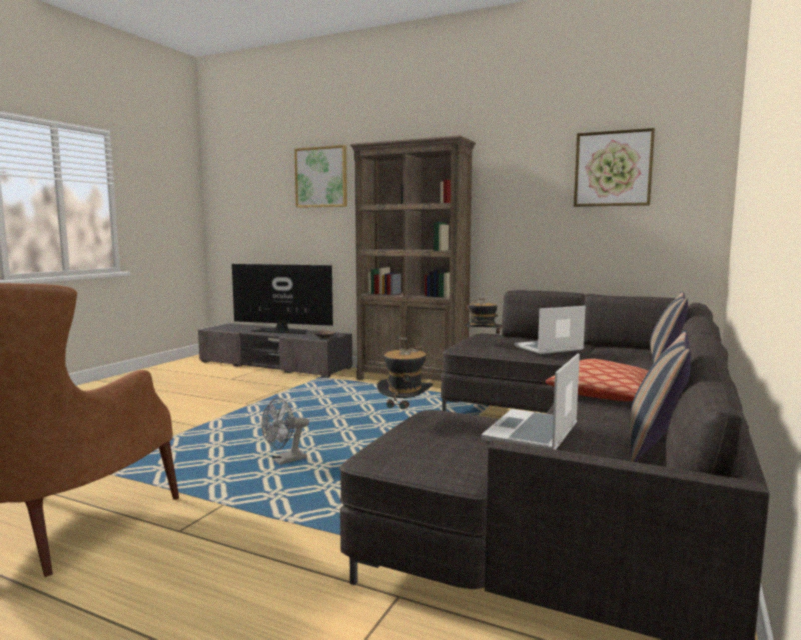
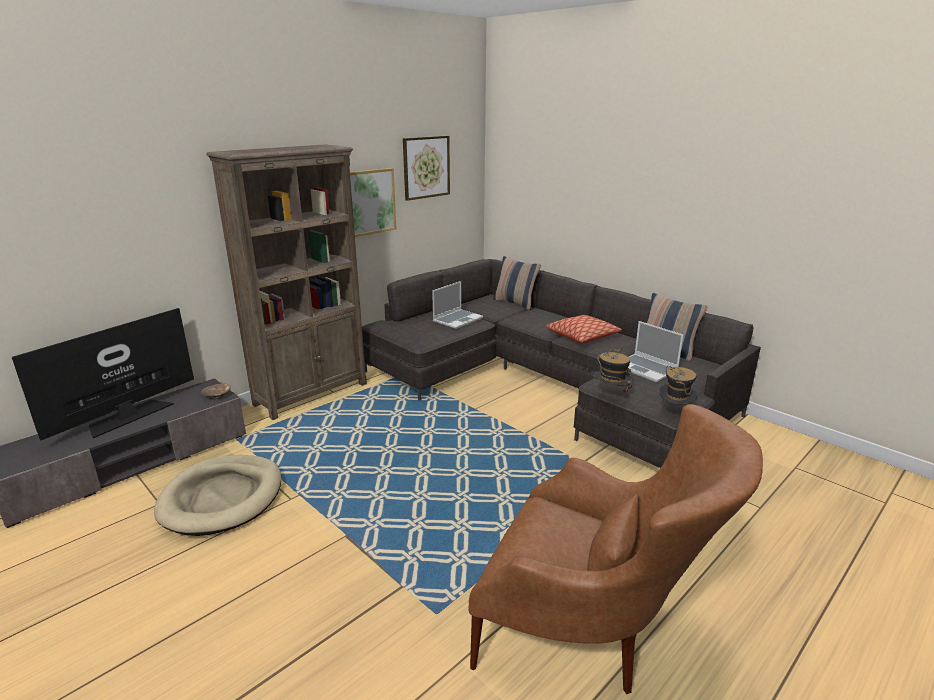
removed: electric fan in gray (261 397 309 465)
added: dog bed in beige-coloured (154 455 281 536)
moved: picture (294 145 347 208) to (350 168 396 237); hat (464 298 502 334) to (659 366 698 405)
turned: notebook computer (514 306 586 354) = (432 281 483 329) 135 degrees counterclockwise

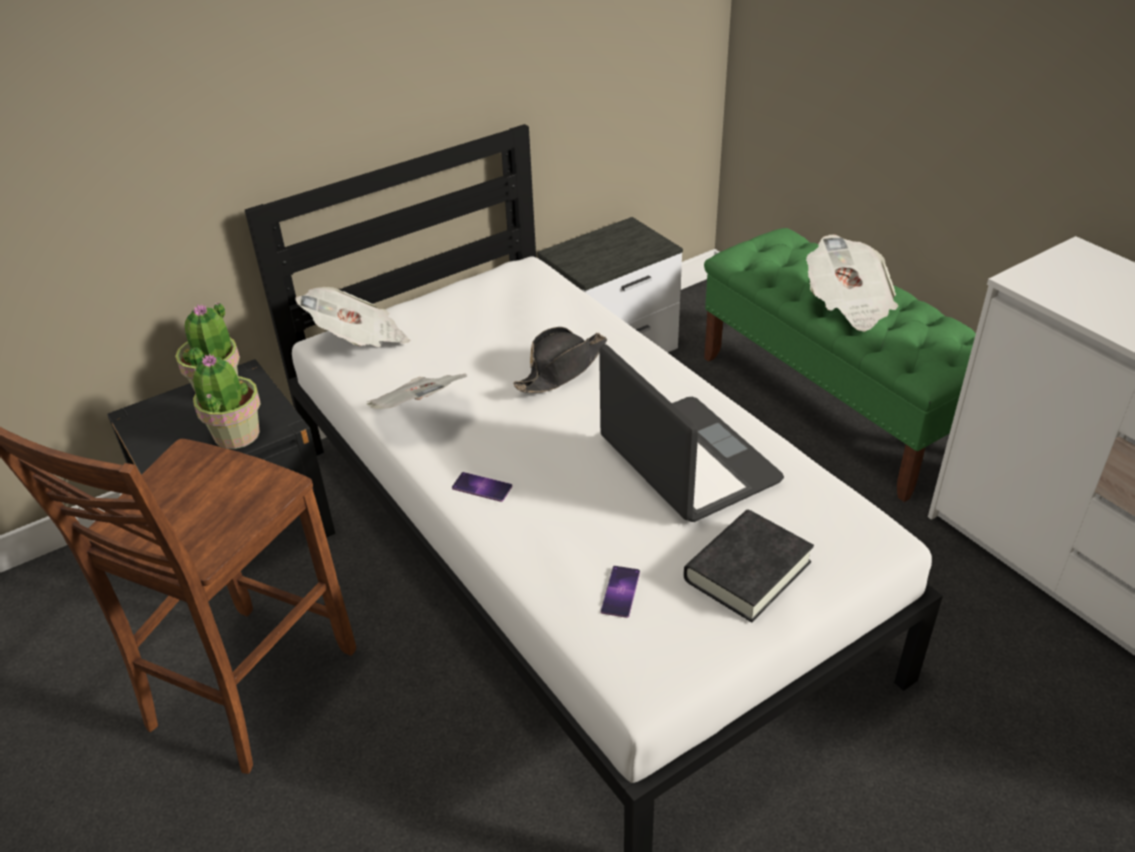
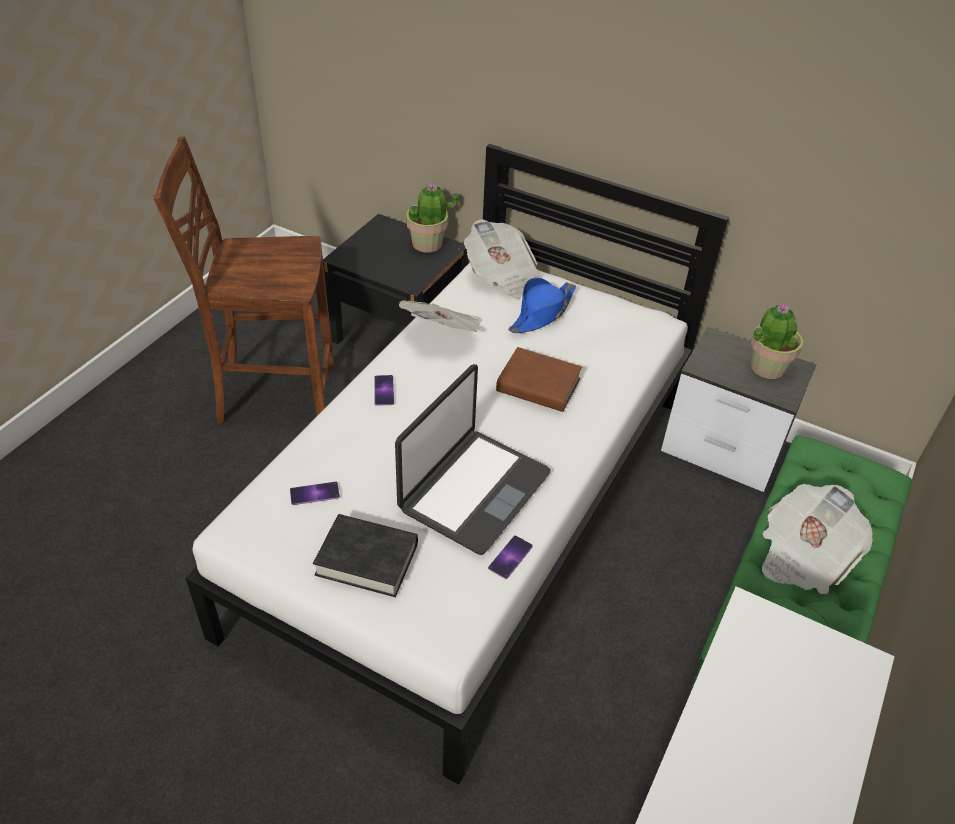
added: telephone (488 535 533 579); hat in blue (508 278 576 333)
moved: houseplant (193 353 261 449) to (751 304 803 379)
replaced: hat in black (513 327 607 393) to bound book in brown-coloured (496 347 582 412)

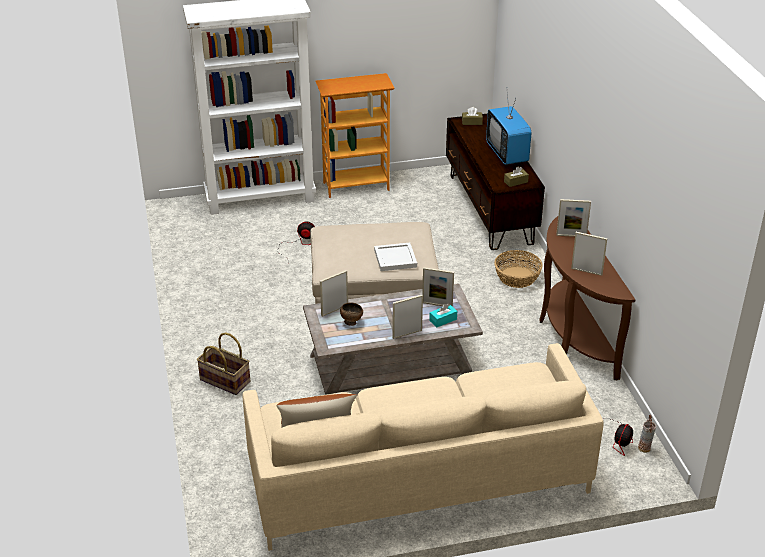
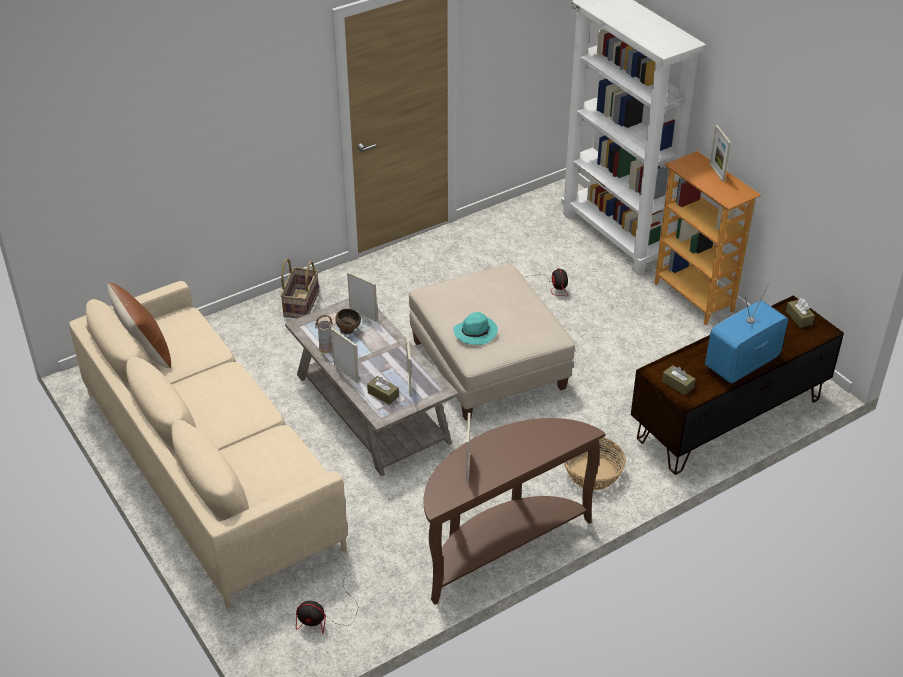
moved: standing frame (556 199 591 237) to (710 125 731 182); decorative vase (638 415 656 453) to (315 315 333 353)
replaced: carrying tray in whitish (374 242 417 271) to hat in turquoise (453 312 498 345)
recoloured: tissue box in turquoise (429 303 457 327) to tissue box in brown-coloured (367 376 399 405)

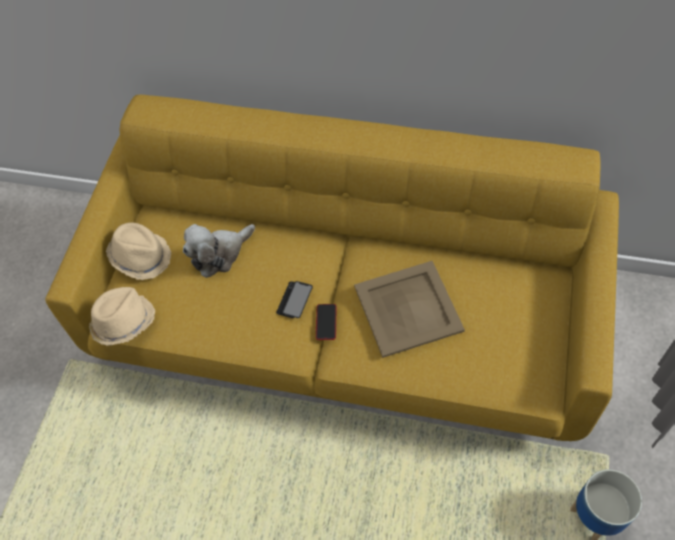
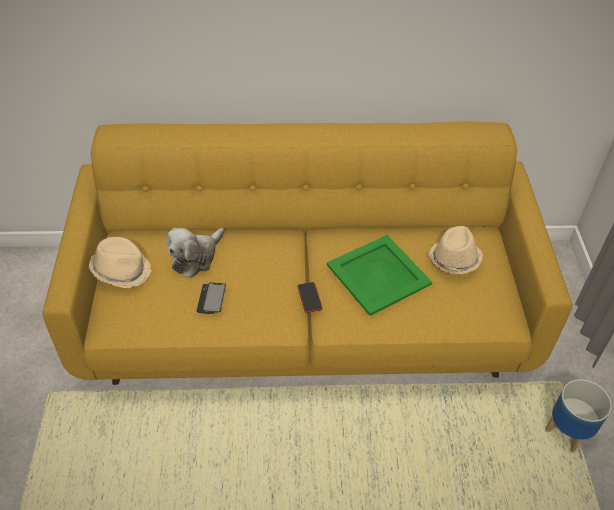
moved: hat in beige-coloured (89 287 155 346) to (428 226 483 274); telephone (276 281 313 318) to (196 282 226 314)
recoloured: carrying tray in beige-coloured (354 261 465 358) to carrying tray in green-coloured (327 235 432 316)

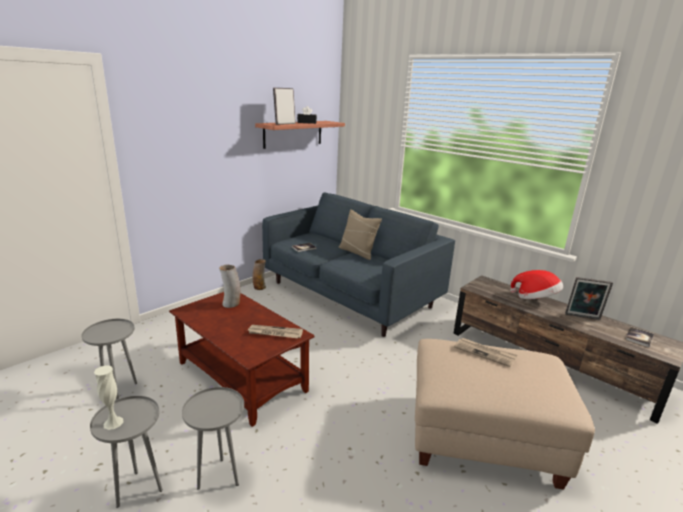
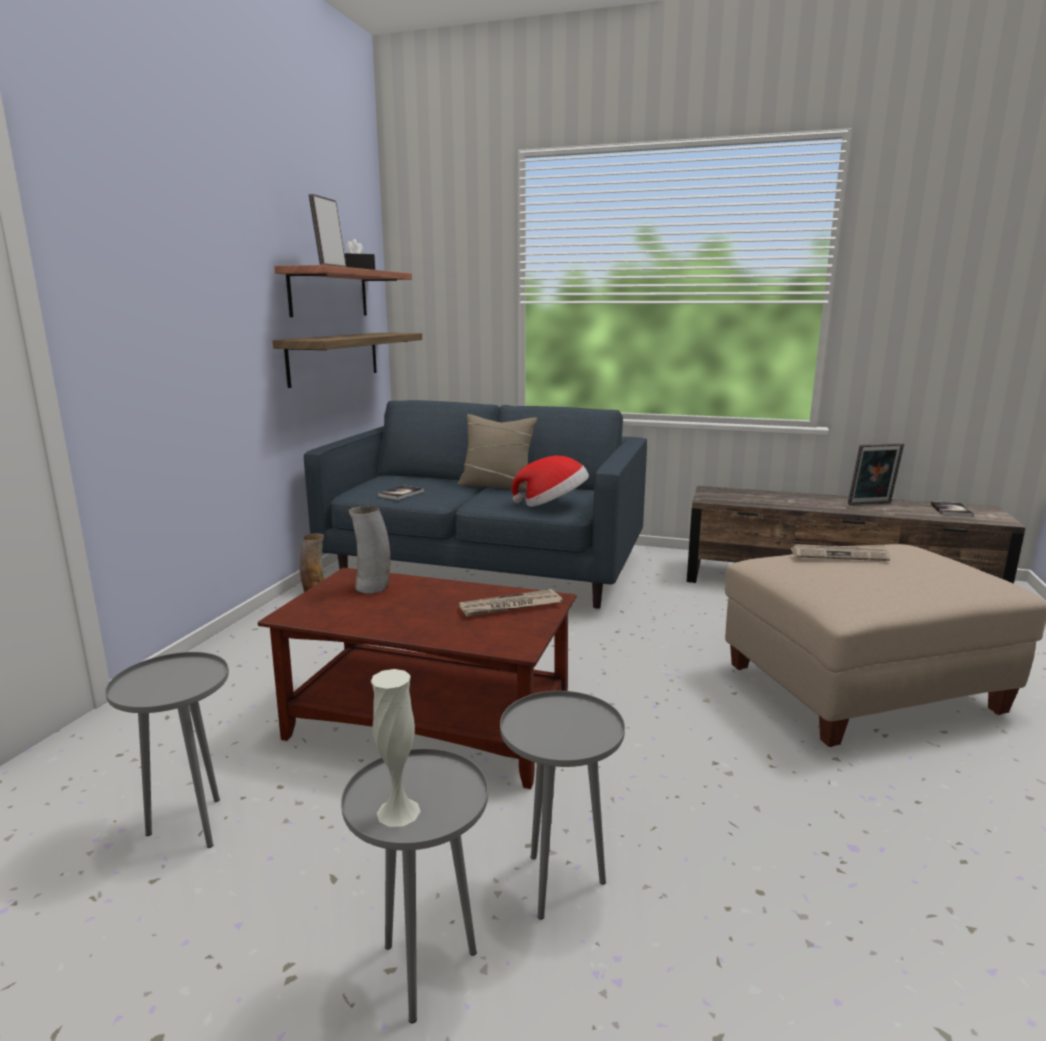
added: bracket shelf (272 333 422 388)
moved: hat (510 270 563 299) to (511 456 589 507)

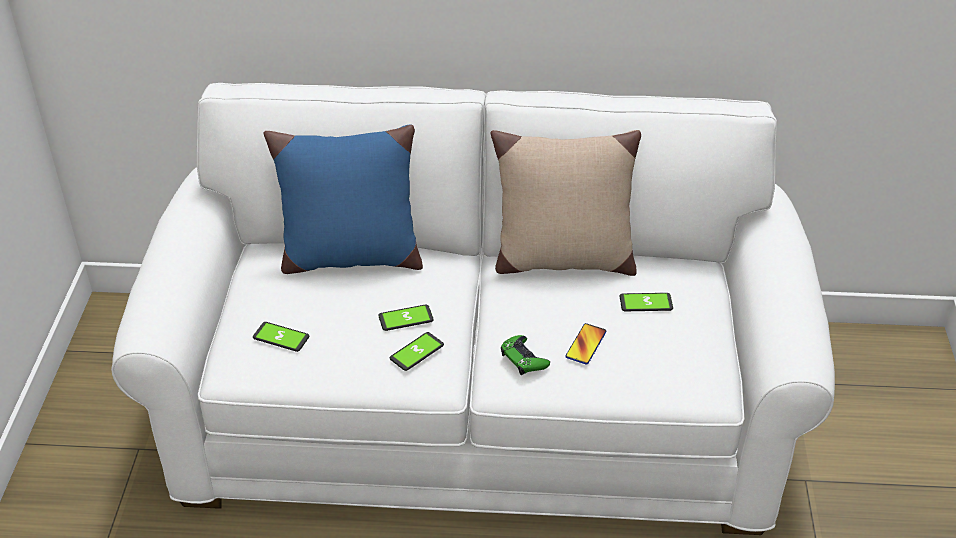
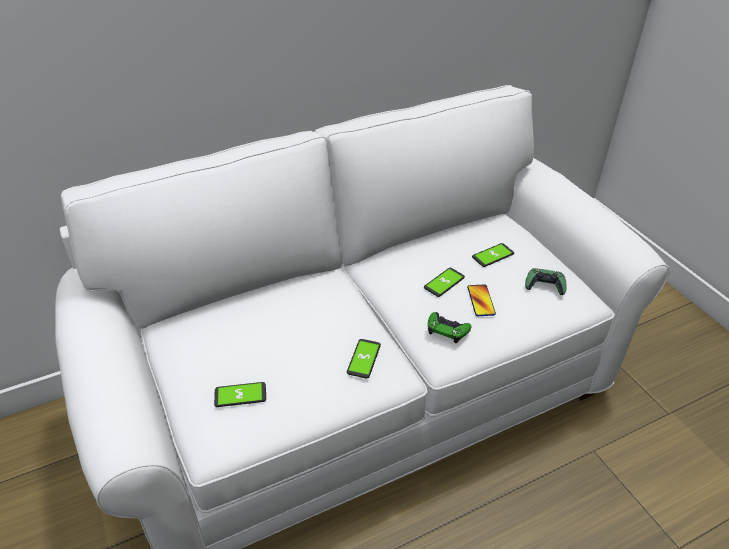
removed: cushion in blue (264 124 423 274); cushion in beige-coloured (491 130 641 276)
added: game controller in green-coloured (525 268 567 295)
moved: telephone (378 305 434 331) to (424 268 465 297)

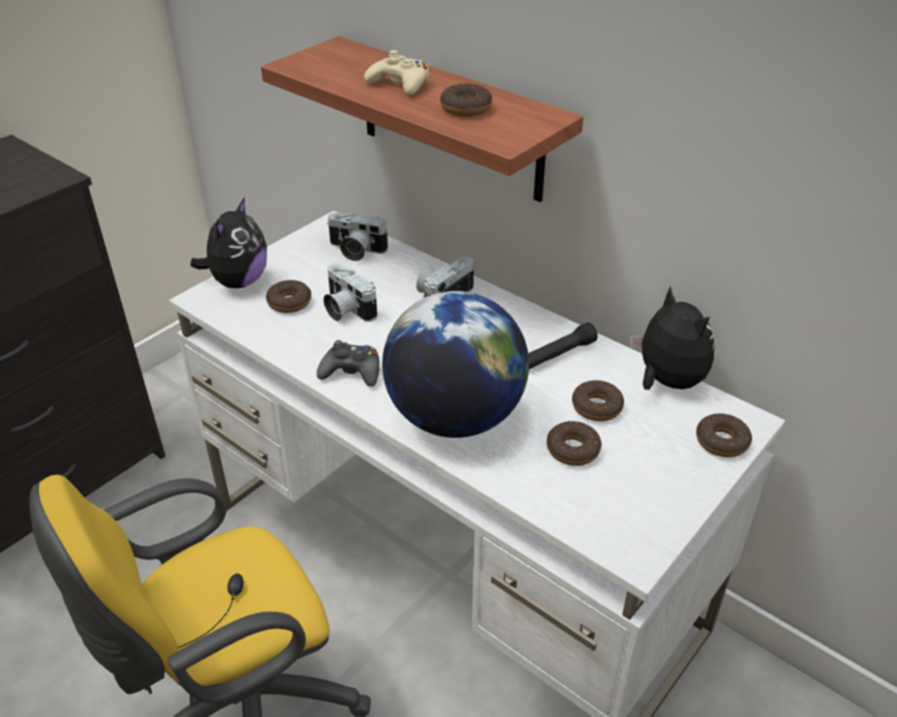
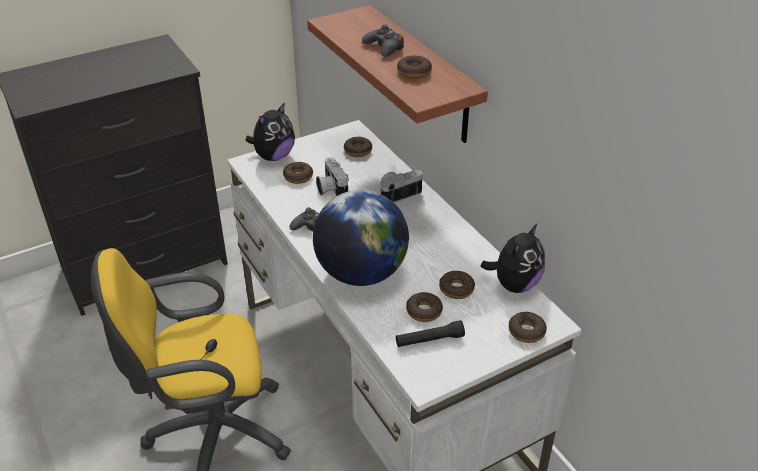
moved: hand torch in black (528 322 598 369) to (396 320 465 347)
replaced: still camera (327 213 389 261) to ring doughnut (344 137 372 157)
recoloured: game controller in beige-coloured (364 50 429 95) to game controller in black (362 24 404 57)
turned: plush toy (630 286 715 390) = (481 224 545 293) 45 degrees clockwise

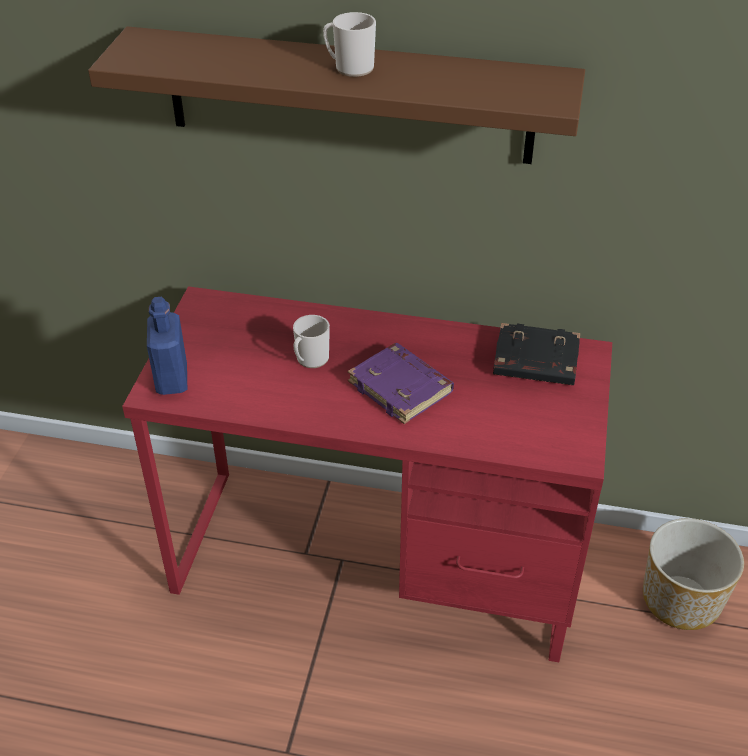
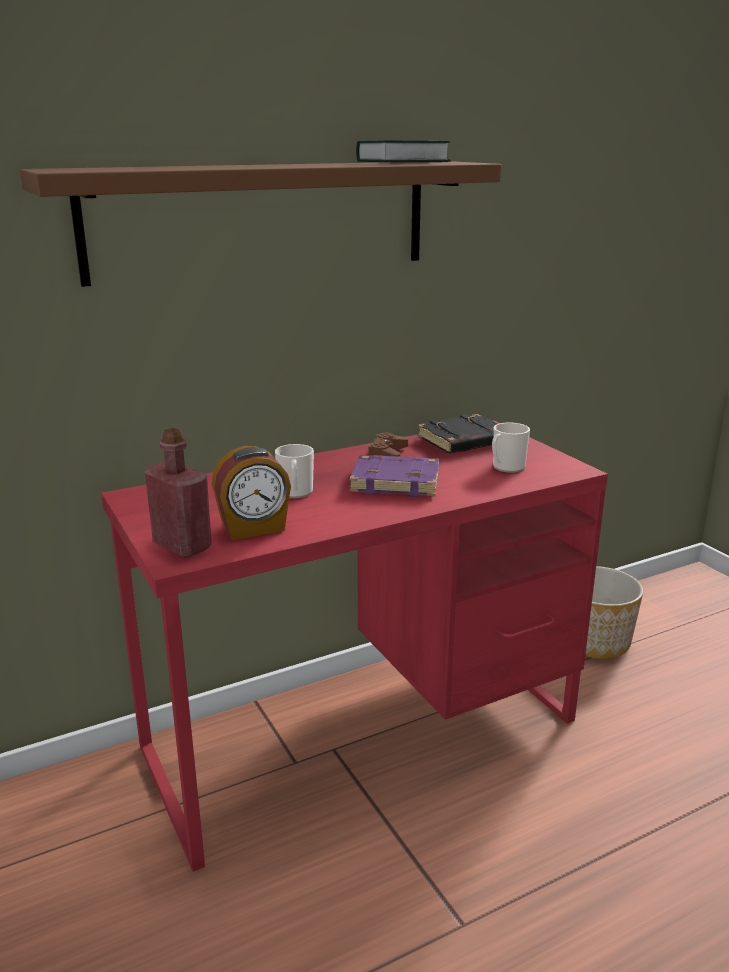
added: bedside clock (212 446 291 540); bound book (356 140 451 162); game controller in brown-coloured (368 433 408 457)
moved: mug (323 12 376 77) to (492 423 530 473)
recoloured: drink bottle in blue (147 297 187 395) to drink bottle in reddish (145 428 212 558)

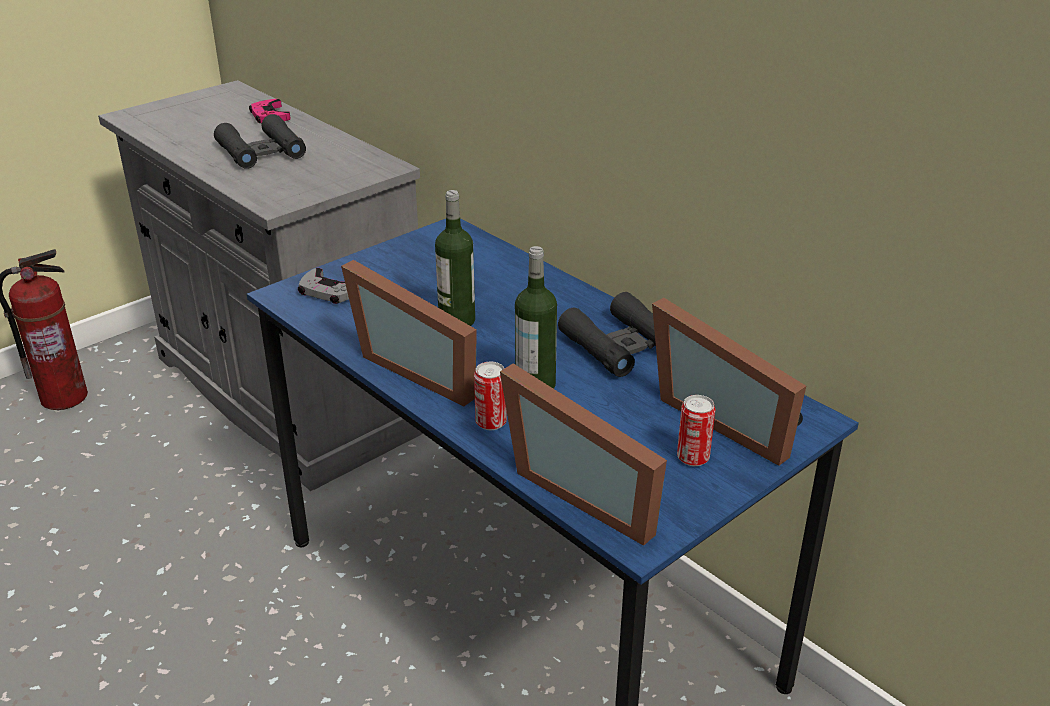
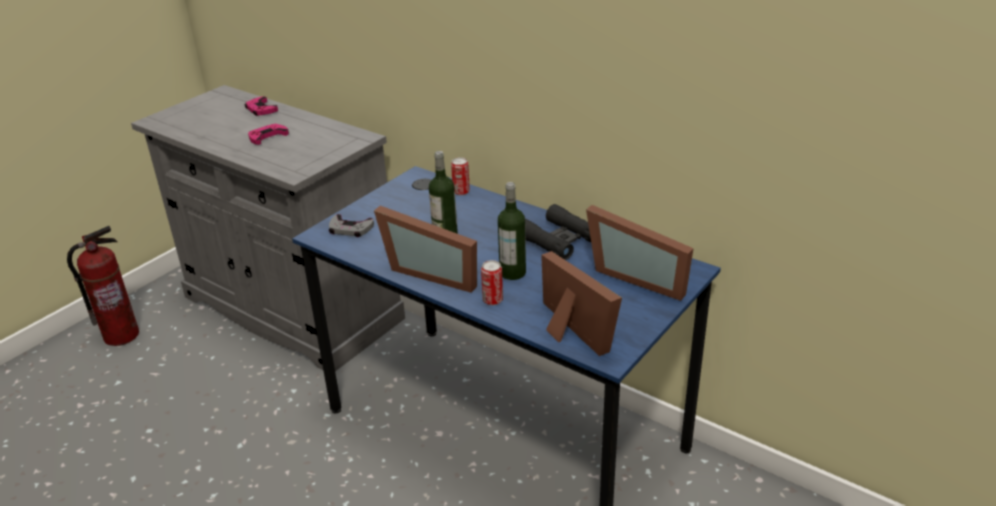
moved: metal can (677 395 715 466) to (451 157 470 195)
replaced: binoculars in black (214 114 306 169) to game controller in pink-coloured (248 124 289 145)
turned: standing frame (500 363 667 546) = (541 251 622 356) 150 degrees counterclockwise

